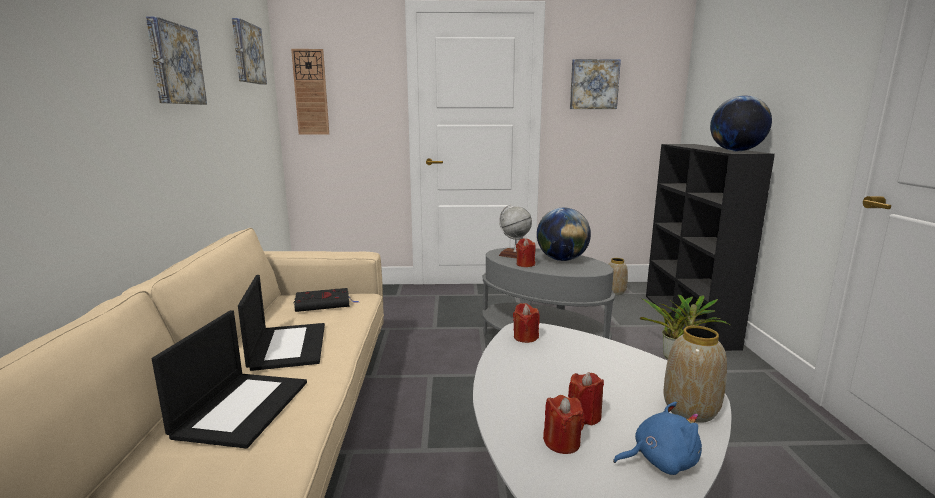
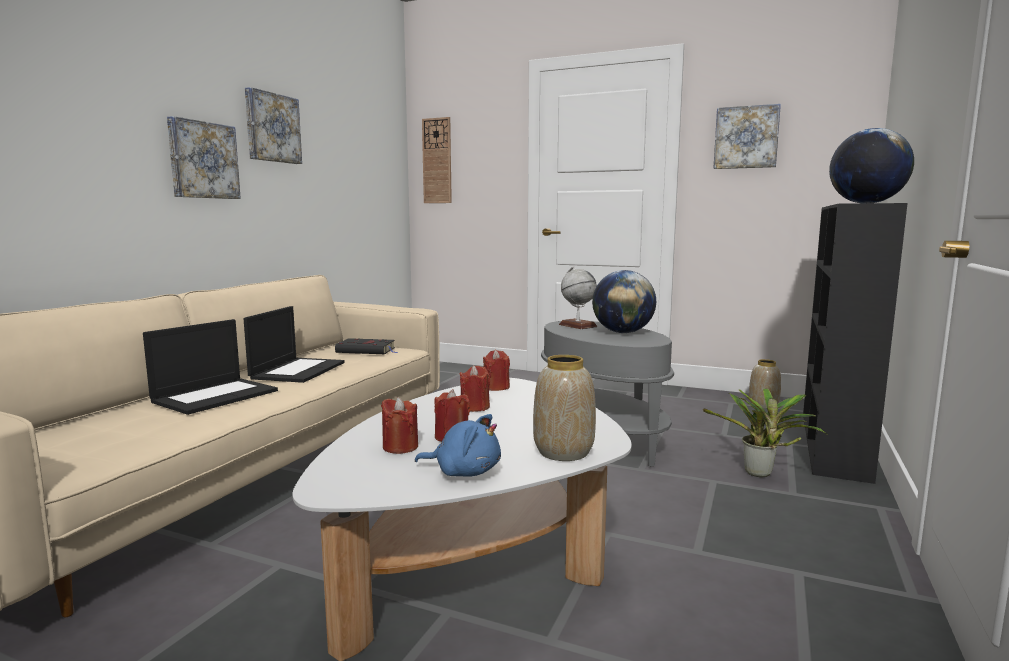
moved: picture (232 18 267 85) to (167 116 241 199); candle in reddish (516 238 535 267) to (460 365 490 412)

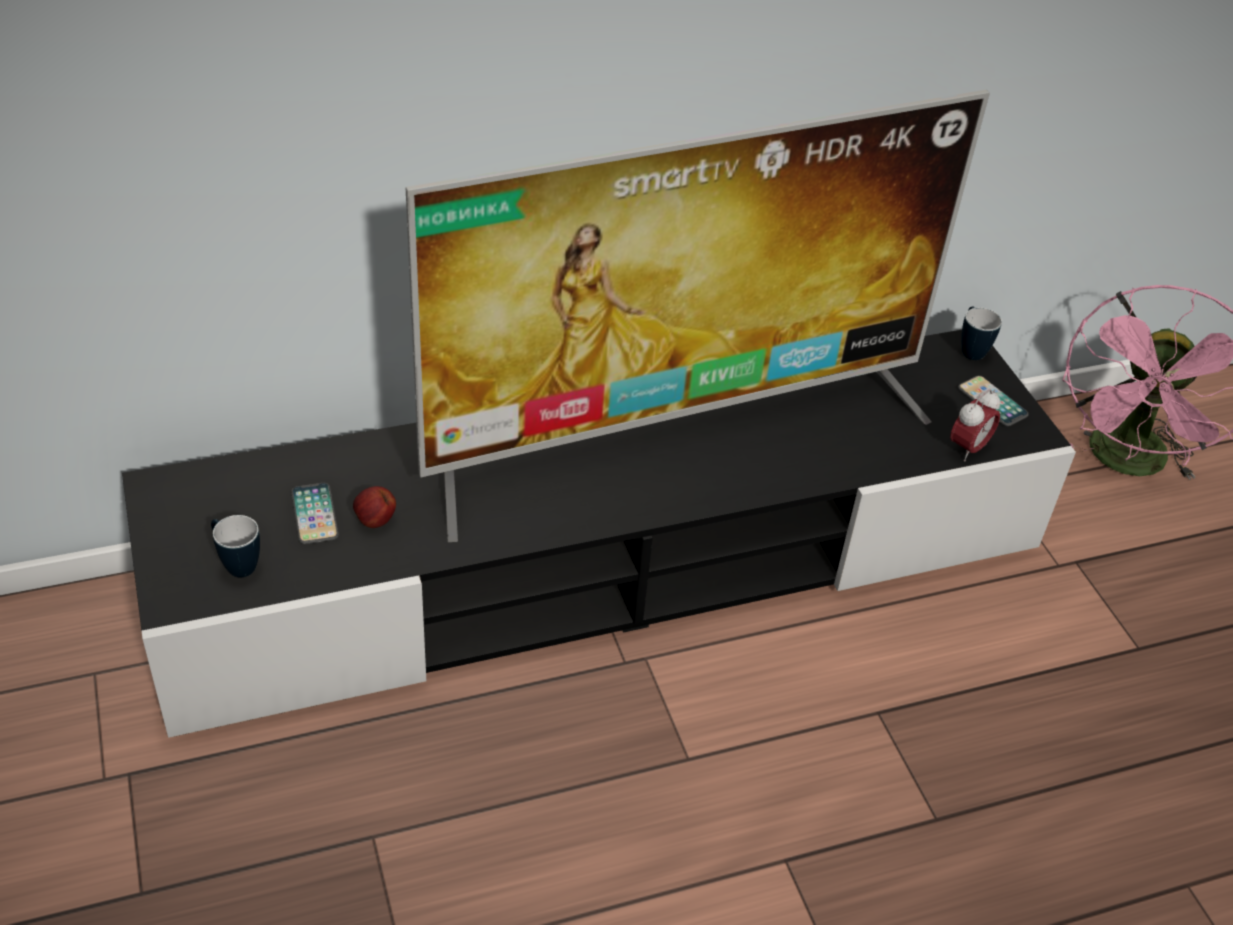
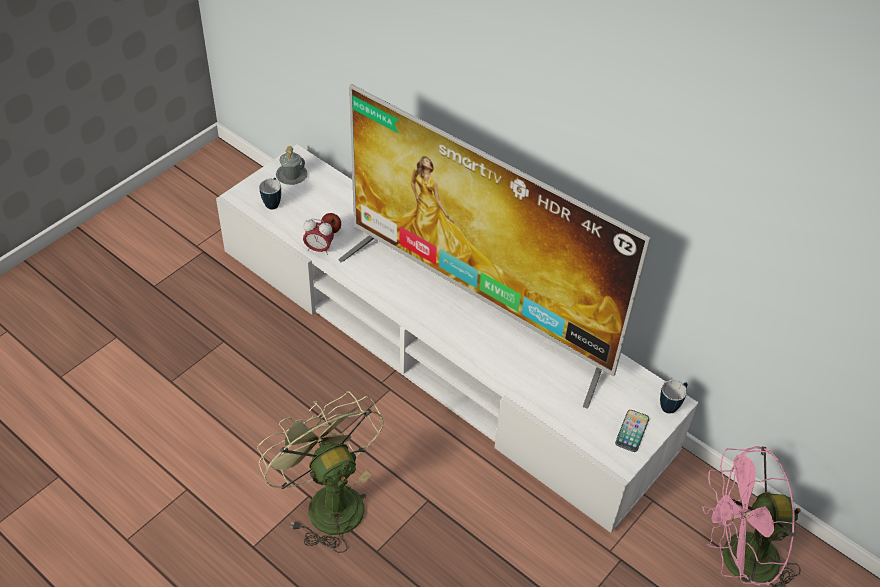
removed: telephone (291 483 339 544)
added: electric fan in green-coloured (257 391 384 553); mug in gray (276 146 308 185)
moved: bedside clock (950 389 1000 462) to (303 219 334 255)
recoloured: tv unit in black (122 330 1076 738) to tv unit in whitish (216 144 699 533)

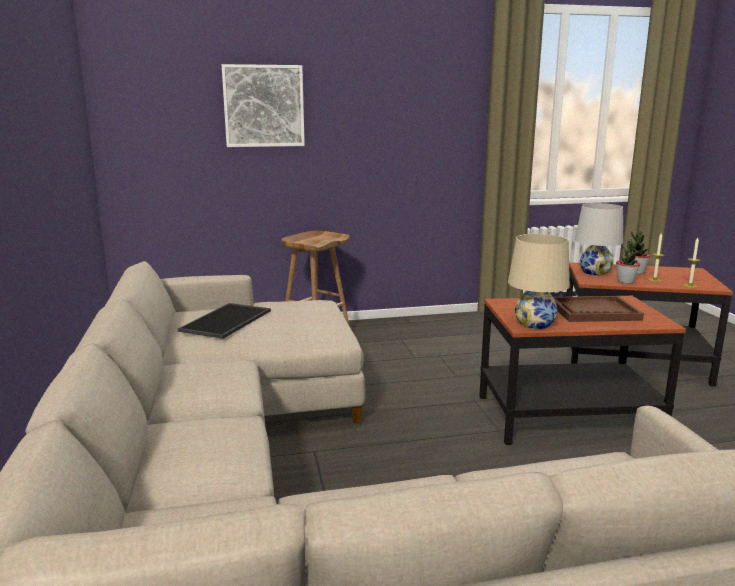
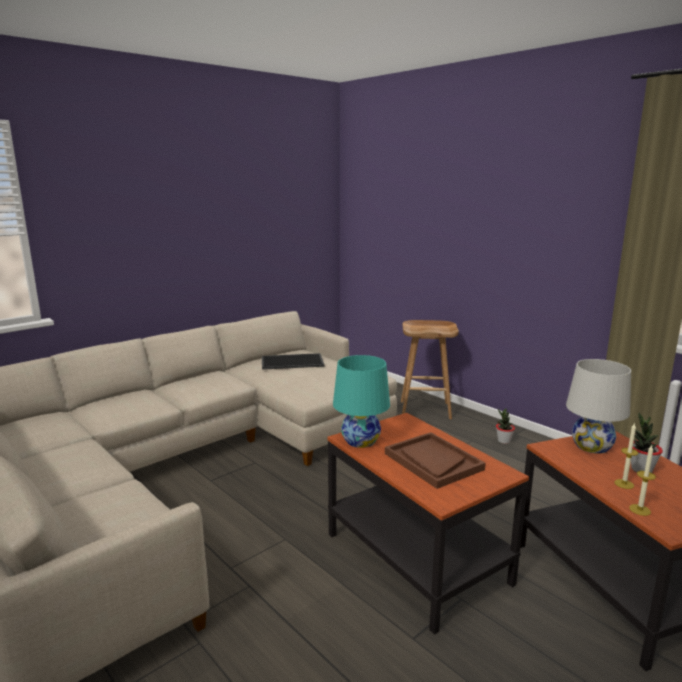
removed: picture (222 64 305 147)
moved: houseplant (616 239 640 284) to (496 408 515 444)
recoloured: table lamp in beige-coloured (508 234 570 329) to table lamp in turquoise (333 355 390 448)

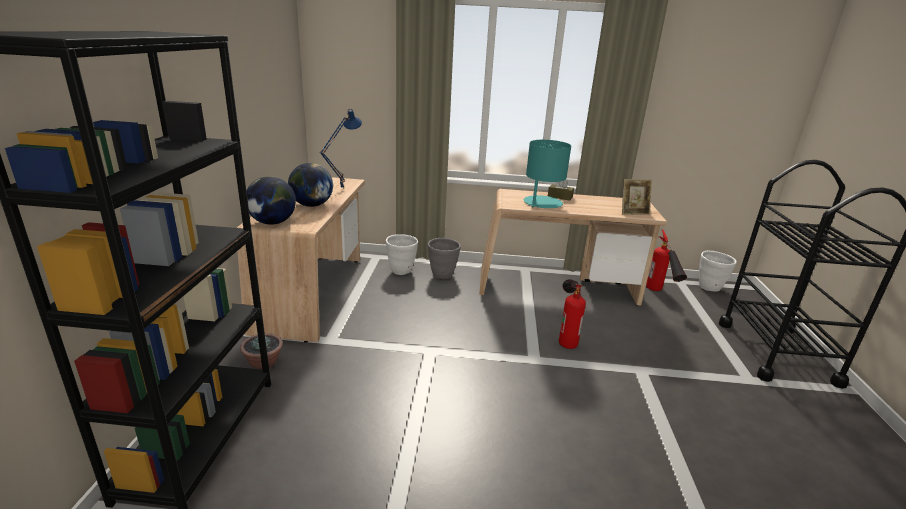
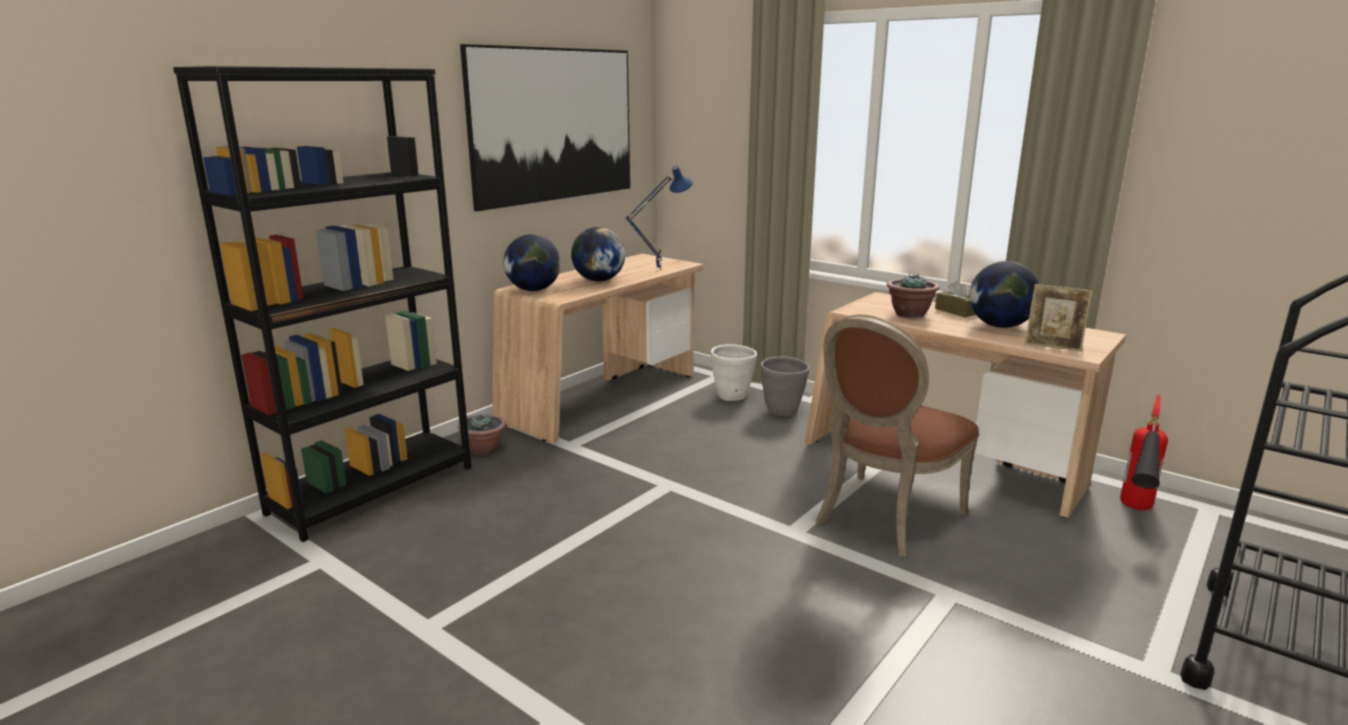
removed: flower pot in whitish (699 250 737 291)
added: picture (460 44 630 211); world globe (969 261 1040 328)
replaced: table lamp in turquoise (524 140 571 208) to houseplant (887 273 939 318); fire extinguisher (559 279 586 349) to plain chair in brown-coloured (816 314 979 557)

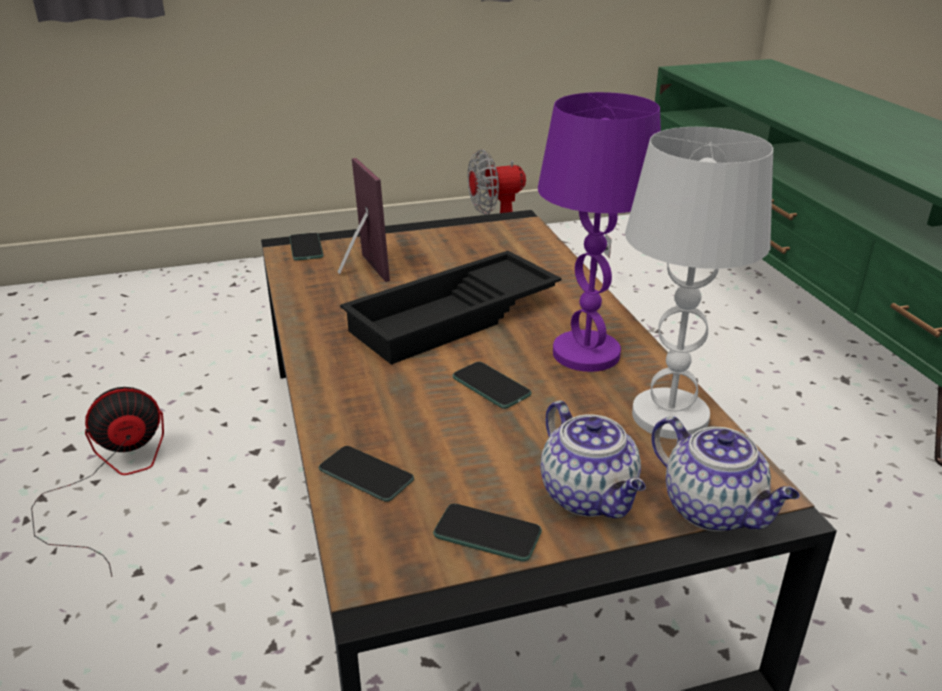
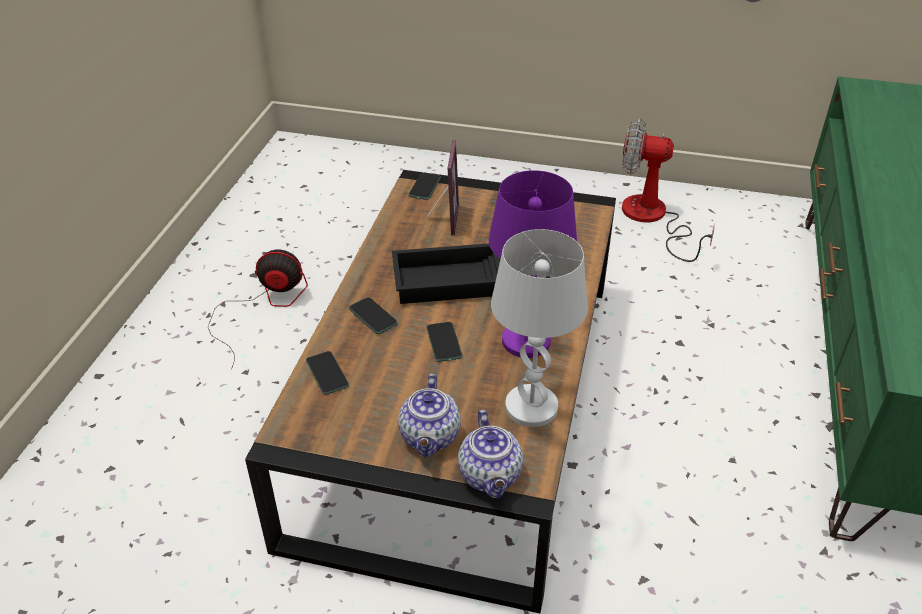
moved: telephone (433 503 542 562) to (349 297 398 334)

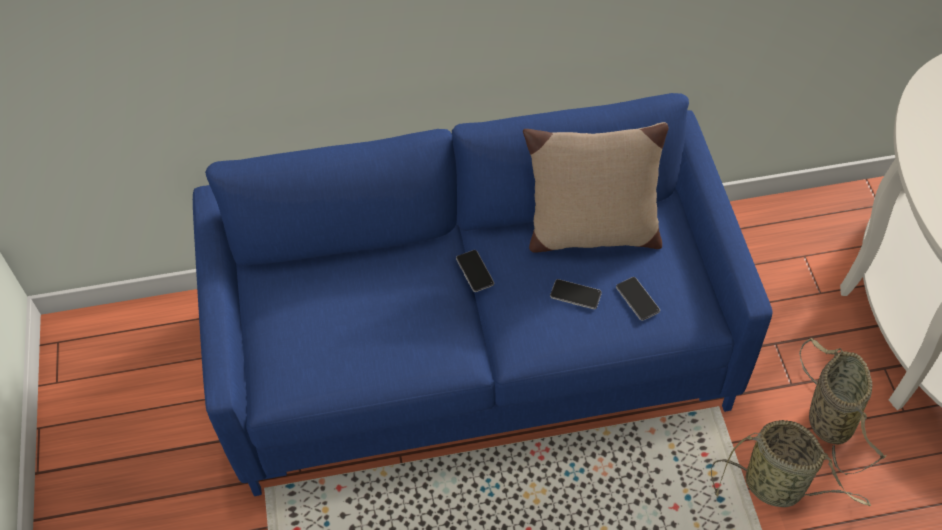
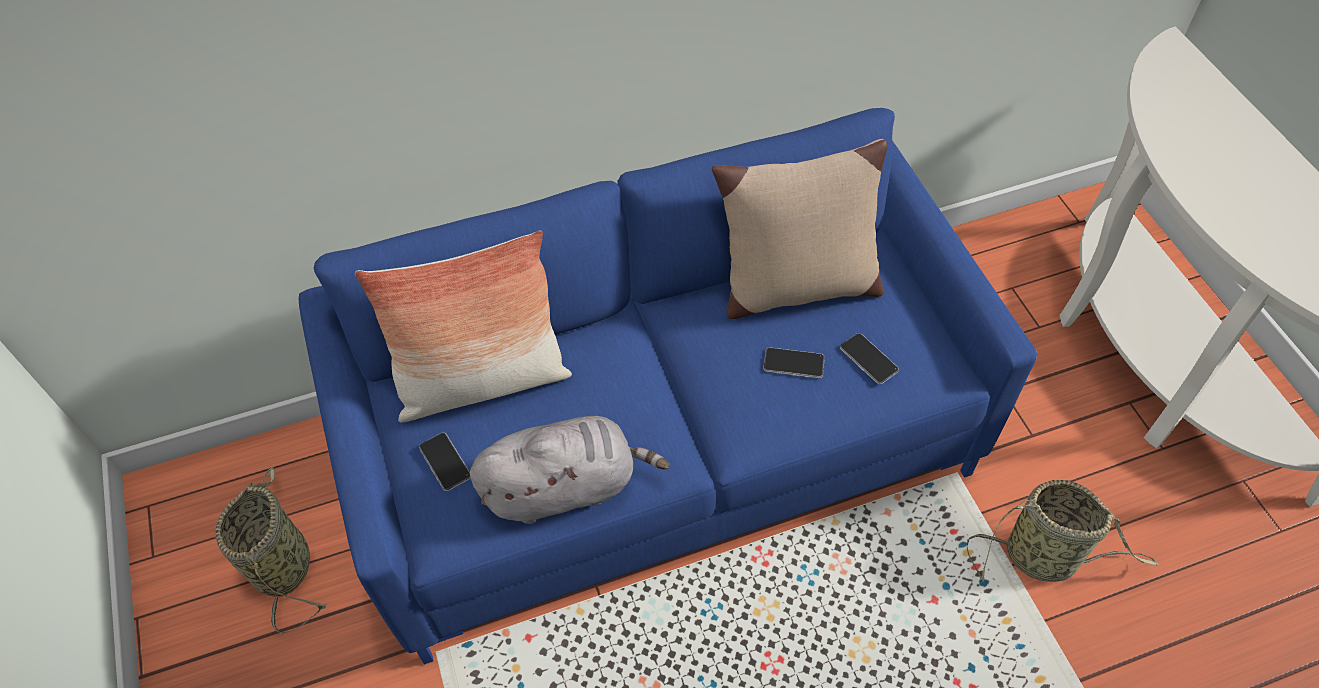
added: cushion (355 230 572 423); plush toy in gray (470 416 670 524)
moved: telephone (456 250 494 292) to (419 432 470 491); household basket (799 338 887 475) to (215 467 328 634)

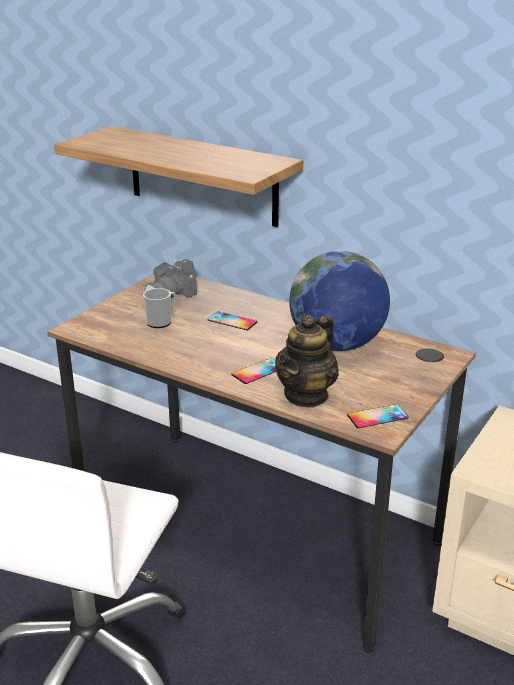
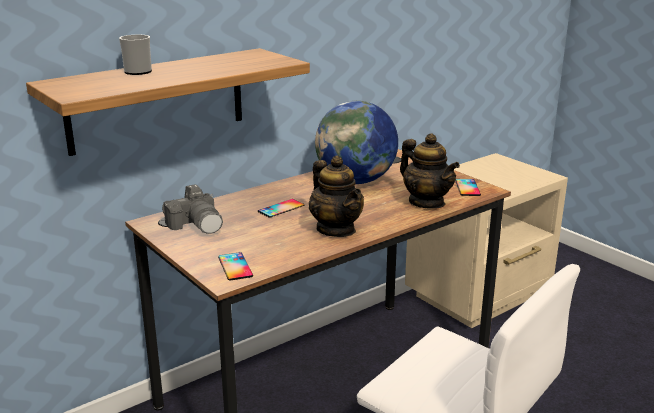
added: pot for tea (309 156 364 237)
moved: mug (143 288 177 328) to (119 35 152 75); telephone (232 358 276 384) to (218 252 253 281)

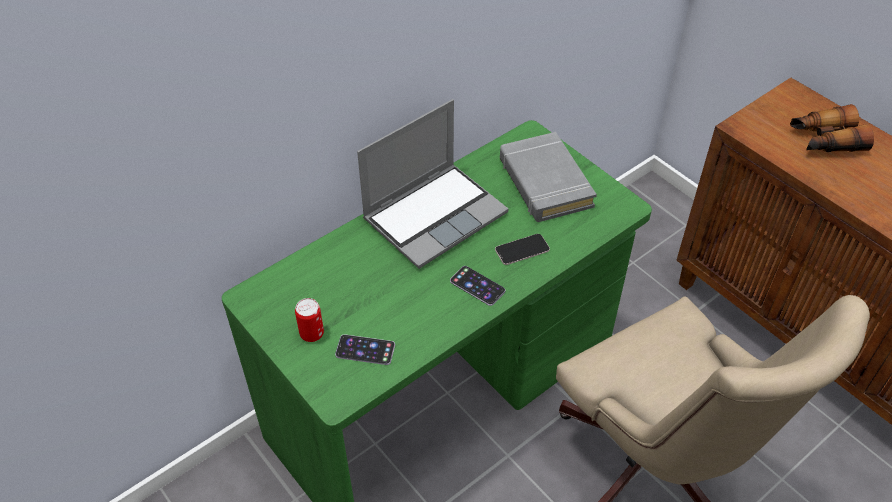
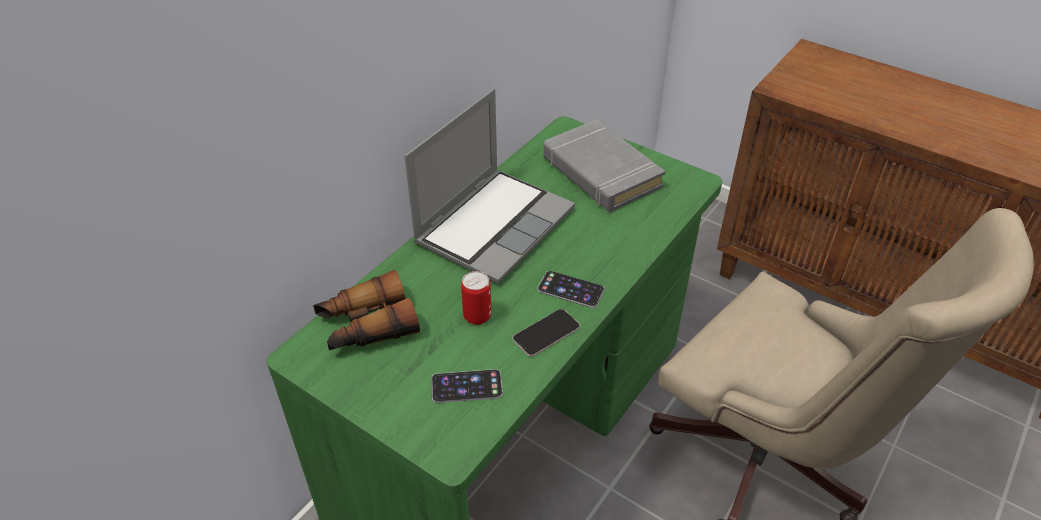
moved: metal can (295 298 324 342) to (461 271 491 325); telephone (495 234 550 265) to (513 309 580 357); binoculars (790 104 874 152) to (313 270 420 350)

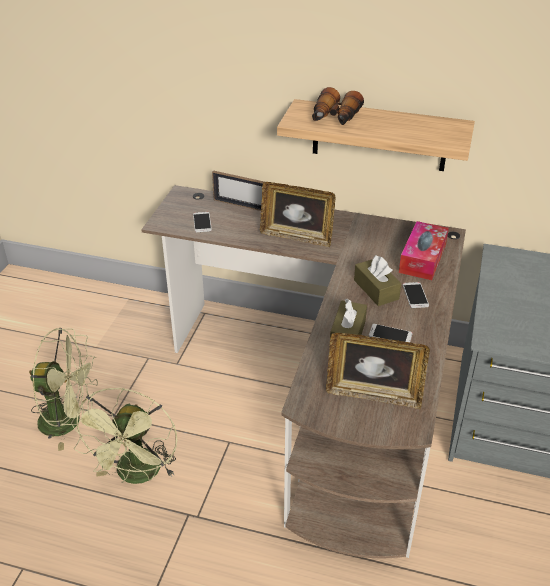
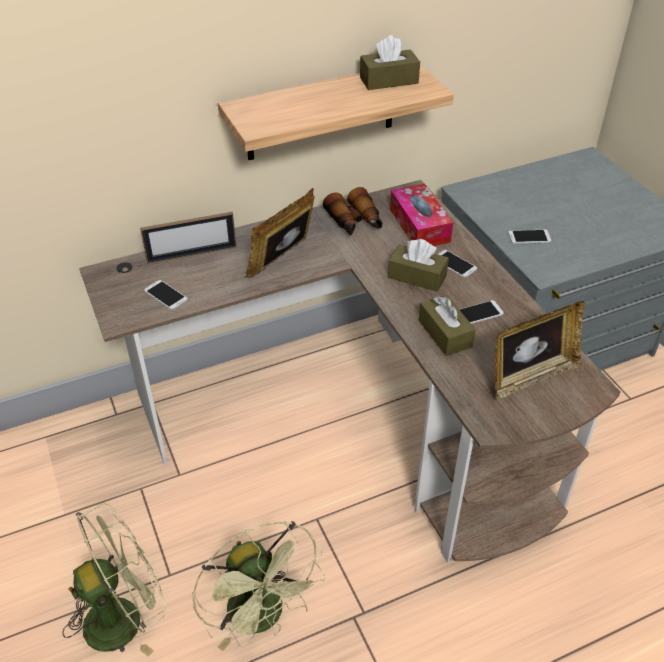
added: tissue box in brown-coloured (360 35 420 90); telephone (508 230 552 244)
moved: binoculars (312 87 364 125) to (323 187 382 236)
turned: standing frame (260 182 336 247) = (245 188 315 278) 150 degrees clockwise

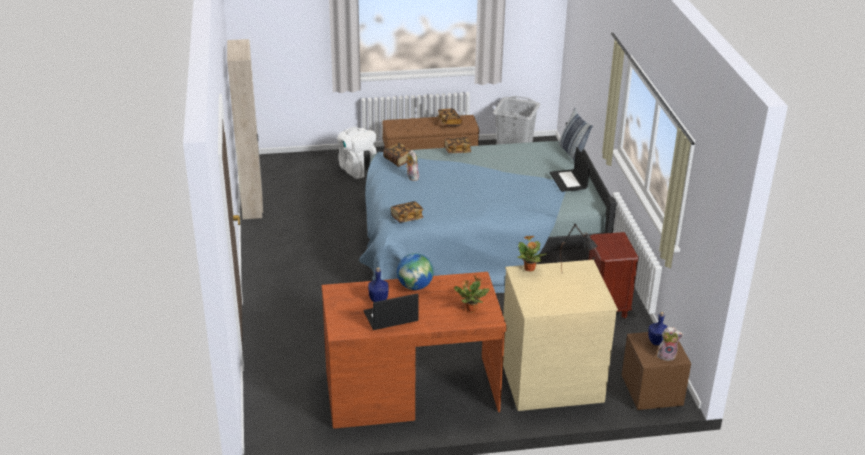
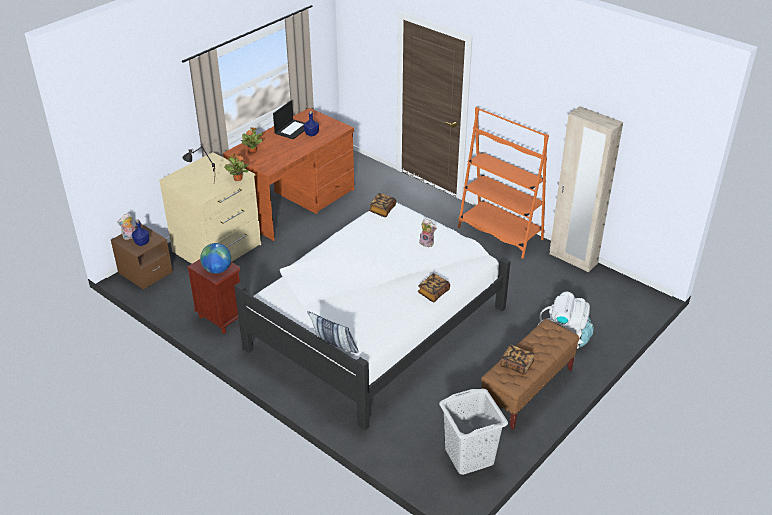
removed: bound book (383 143 411 167); notebook computer (550 147 590 192)
added: bookcase in orangey (458 107 549 259)
moved: world globe (397 253 434 290) to (200 243 231 274)
recoloured: sleeping bed in blue (359 122 617 293) to sleeping bed in whitish (234 202 510 430)

